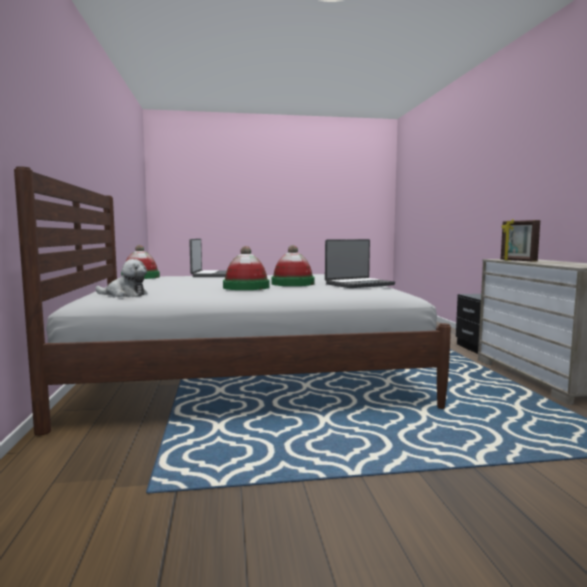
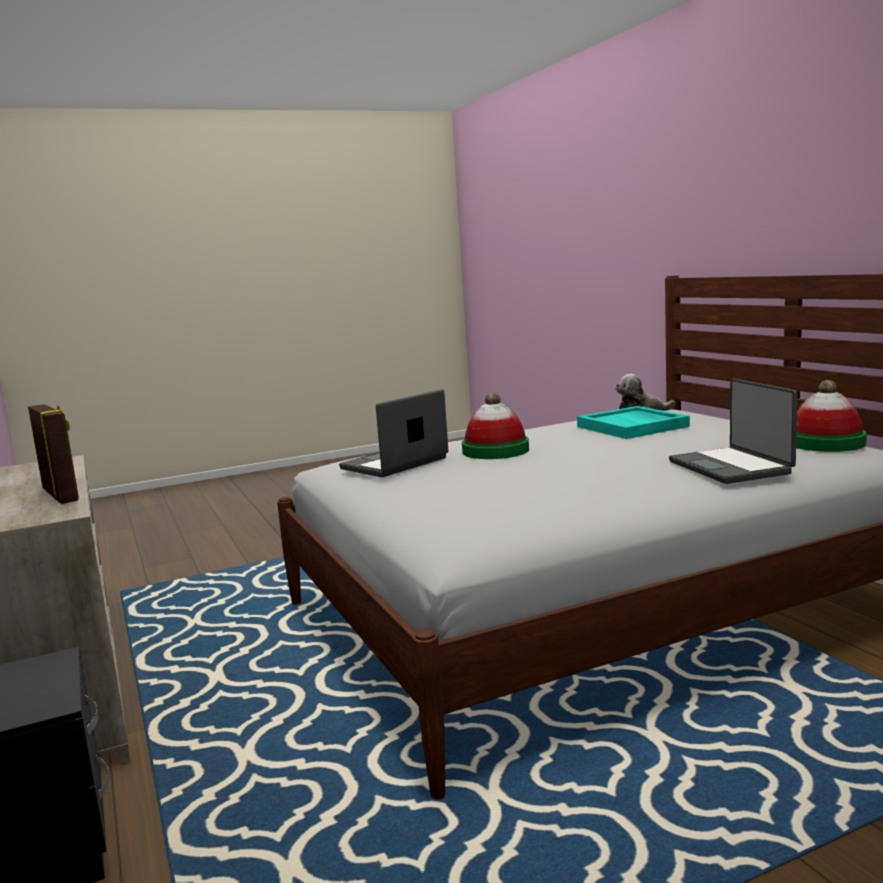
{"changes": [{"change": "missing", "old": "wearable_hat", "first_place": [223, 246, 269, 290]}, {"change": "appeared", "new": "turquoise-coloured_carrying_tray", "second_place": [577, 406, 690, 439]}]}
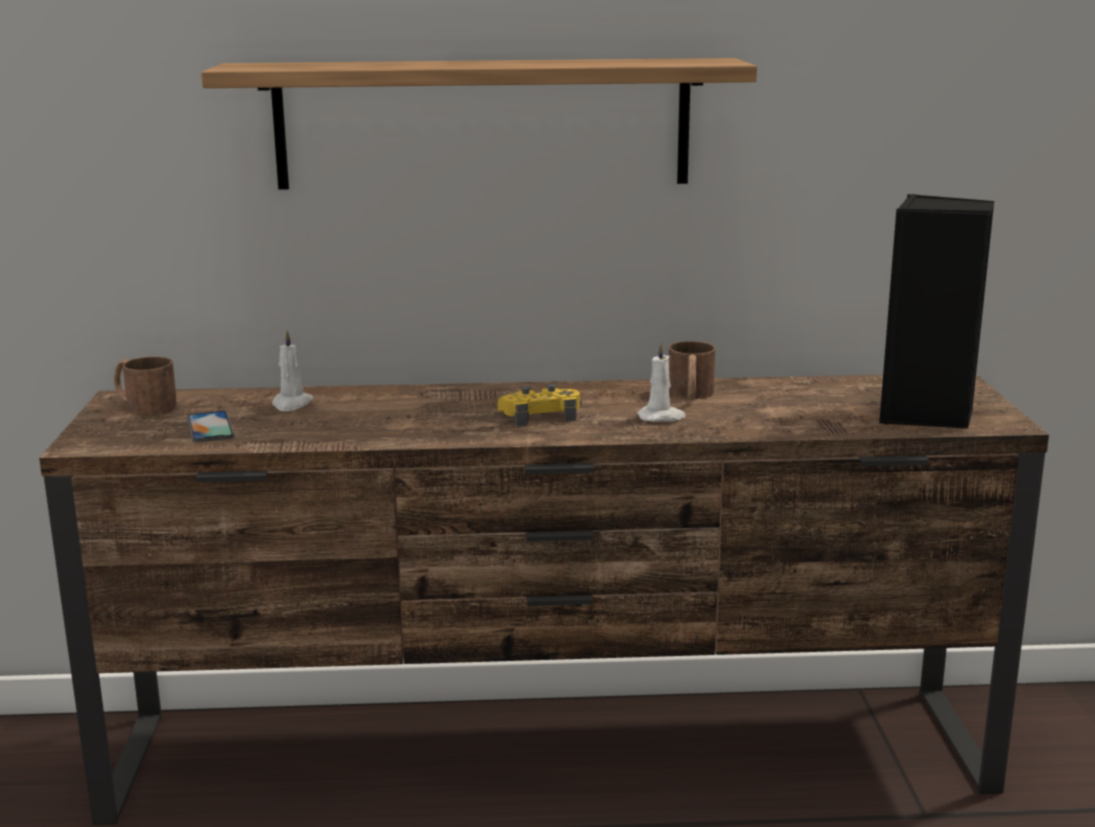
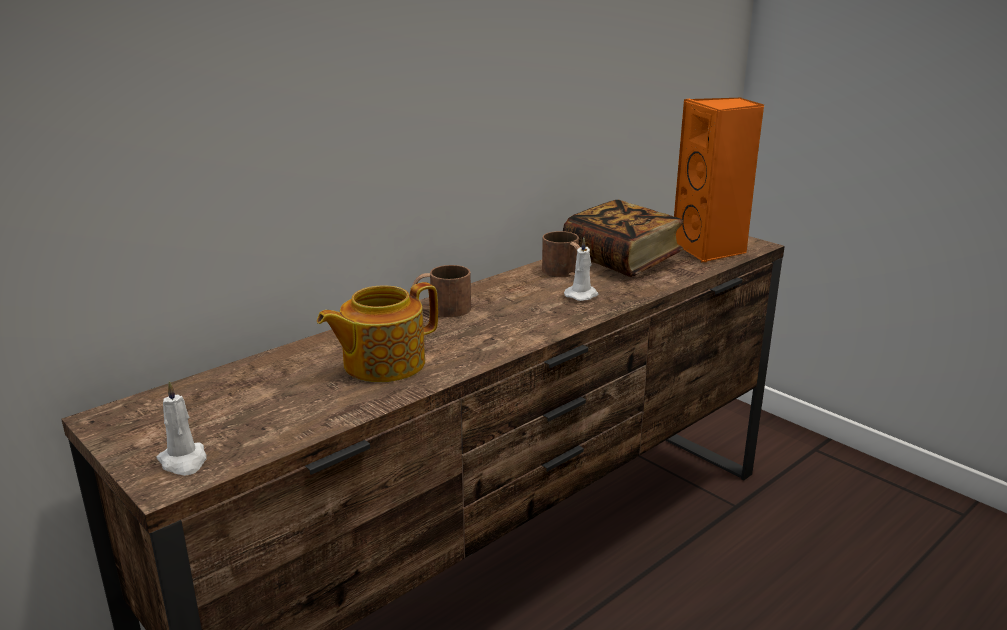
{"changes": [{"change": "relocated", "old": "brown_mug", "first_place": [114, 356, 177, 417], "second_place": [410, 265, 471, 317]}, {"change": "missing", "old": "phone", "first_place": [187, 411, 234, 442]}, {"change": "missing", "old": "bracket_shelf", "first_place": [201, 58, 757, 190]}, {"change": "relocated", "old": "whitish_candle", "first_place": [272, 330, 313, 411], "second_place": [156, 381, 207, 476]}, {"change": "missing", "old": "yellow-coloured_gamepad", "first_place": [498, 384, 580, 427]}, {"change": "colour", "old": "blackish_loudspeaker", "new": "orange-coloured_loudspeaker", "first_place": [879, 194, 995, 429], "second_place": [674, 98, 764, 263]}, {"change": "appeared", "new": "pot_for_tea", "second_place": [317, 282, 438, 382]}, {"change": "appeared", "new": "volume", "second_place": [563, 200, 683, 277]}]}
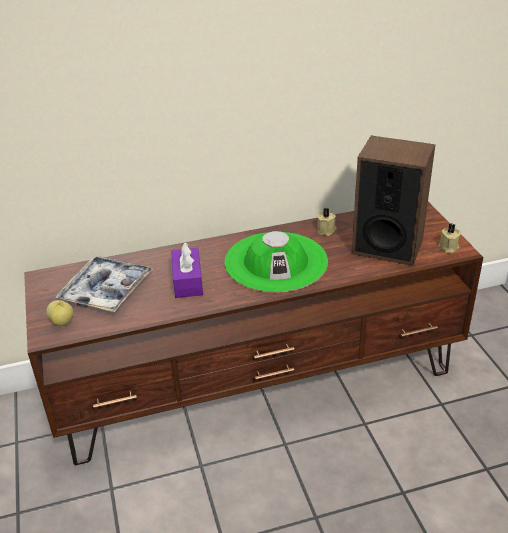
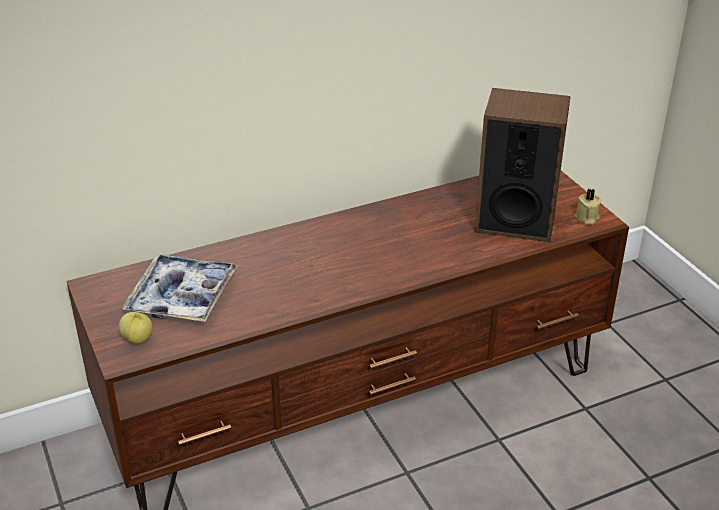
{"changes": [{"change": "missing", "old": "purplish_tissue_box", "first_place": [171, 243, 203, 298]}, {"change": "missing", "old": "green_wearable_hat", "first_place": [225, 231, 328, 293]}, {"change": "missing", "old": "sand-coloured_candle", "first_place": [317, 208, 337, 236]}]}
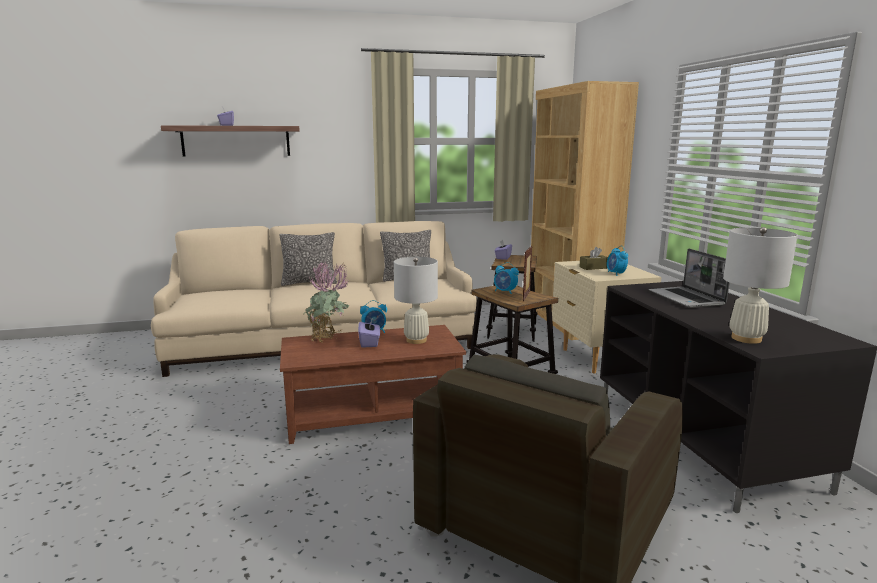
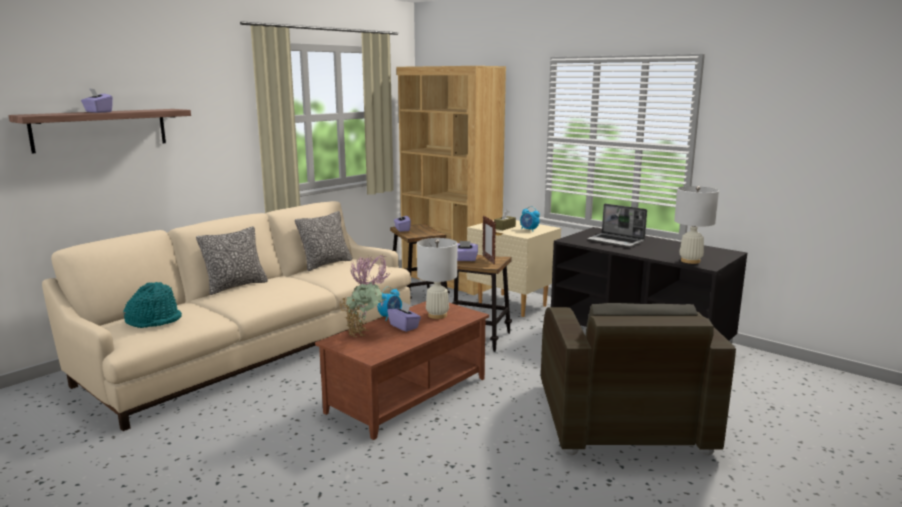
{"changes": [{"change": "exchanged", "old": "alarm_clock", "new": "purplish_tissue_box", "first_place": [494, 262, 519, 294], "second_place": [457, 241, 478, 261]}, {"change": "appeared", "new": "turquoise-coloured_wearable_hat", "second_place": [124, 282, 182, 328]}]}
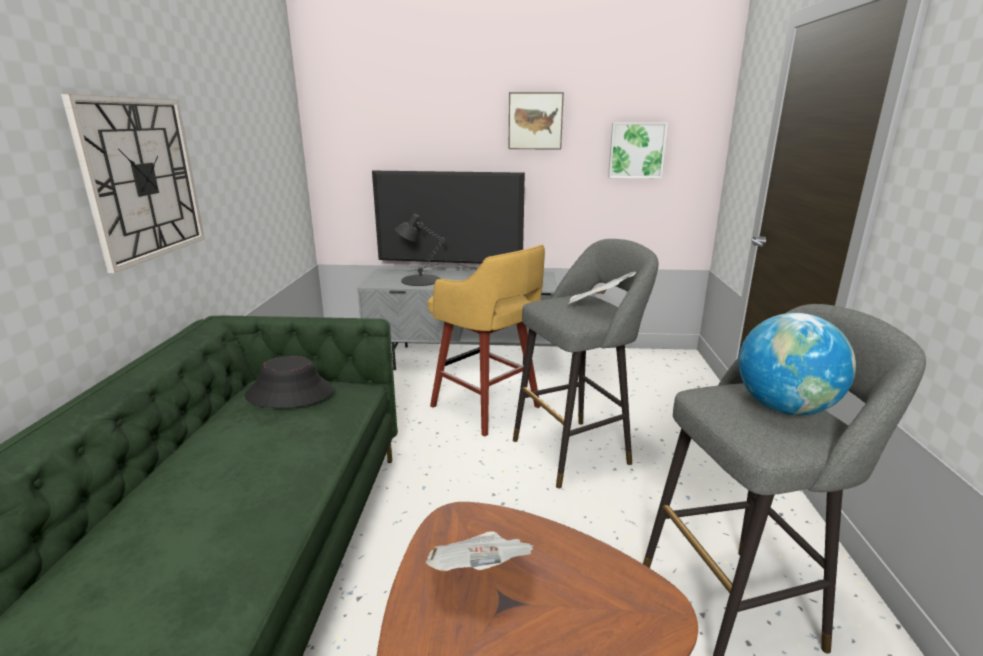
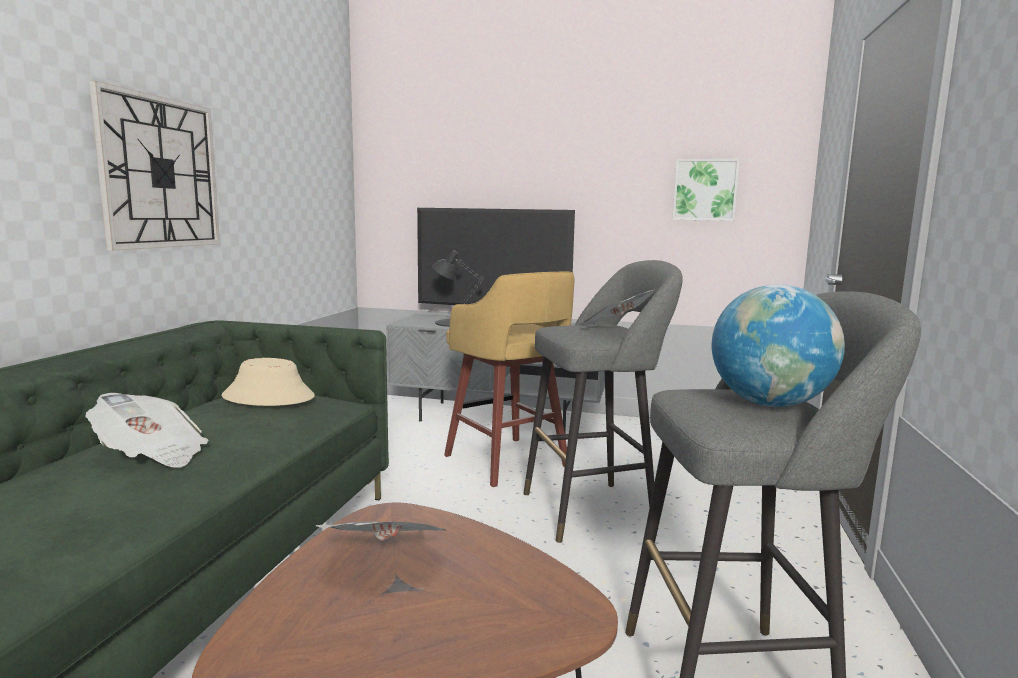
{"changes": [{"change": "colour", "old": "blackish_wearable_hat", "new": "sand-coloured_wearable_hat", "first_place": [245, 356, 333, 408], "second_place": [222, 358, 315, 406]}, {"change": "missing", "old": "wall_art", "first_place": [509, 92, 564, 149]}, {"change": "appeared", "new": "newspaper", "second_place": [86, 393, 209, 468]}]}
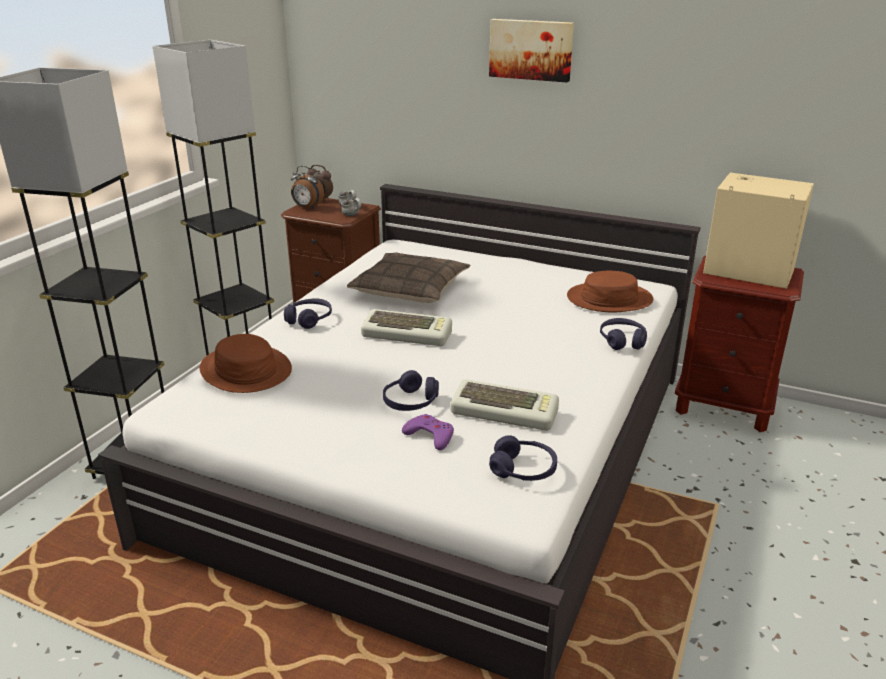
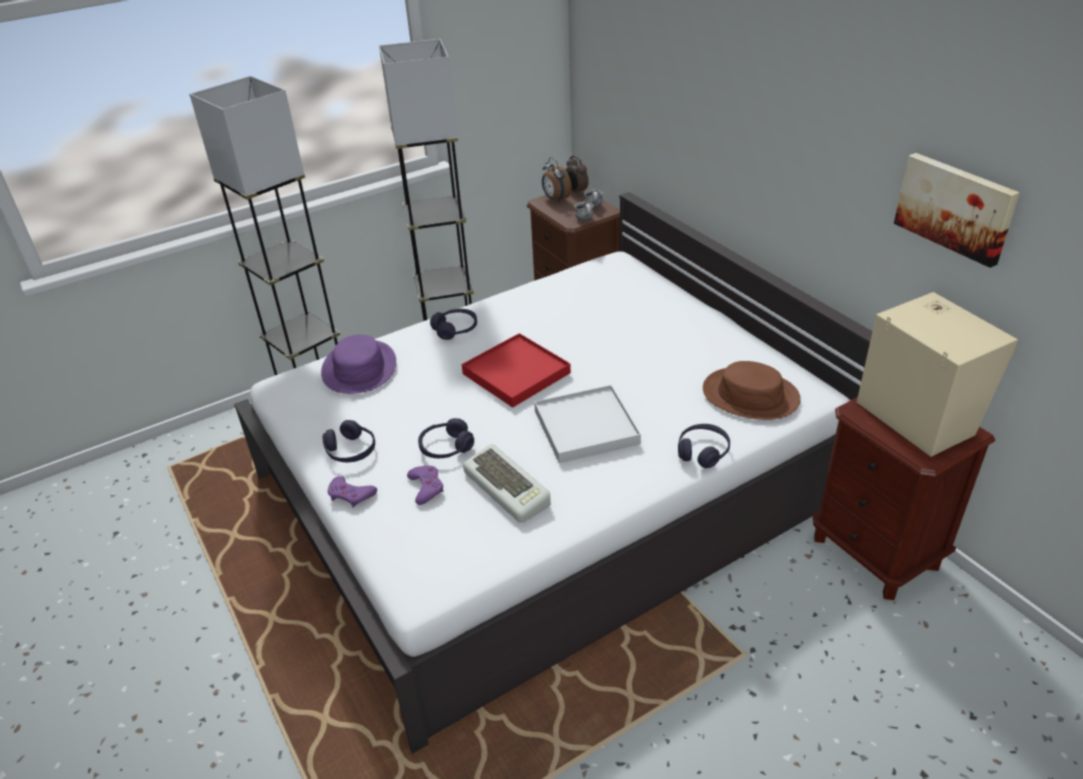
{"changes": [{"change": "colour", "old": "brown_wearable_hat", "new": "purplish_wearable_hat", "first_place": [200, 334, 292, 393], "second_place": [321, 334, 396, 394]}, {"change": "missing", "old": "pillow", "first_place": [347, 253, 470, 303]}, {"change": "exchanged", "old": "computer_keyboard", "new": "red-coloured_carrying_tray", "first_place": [361, 309, 452, 346], "second_place": [462, 333, 571, 408]}, {"change": "relocated", "old": "wall_art", "first_place": [489, 19, 574, 82], "second_place": [894, 153, 1020, 268]}, {"change": "relocated", "old": "purplish_pair_of_headphones", "first_place": [489, 435, 557, 481], "second_place": [322, 420, 375, 462]}, {"change": "appeared", "new": "purplish_gamepad", "second_place": [328, 476, 377, 508]}, {"change": "appeared", "new": "whitish_carrying_tray", "second_place": [534, 385, 641, 463]}]}
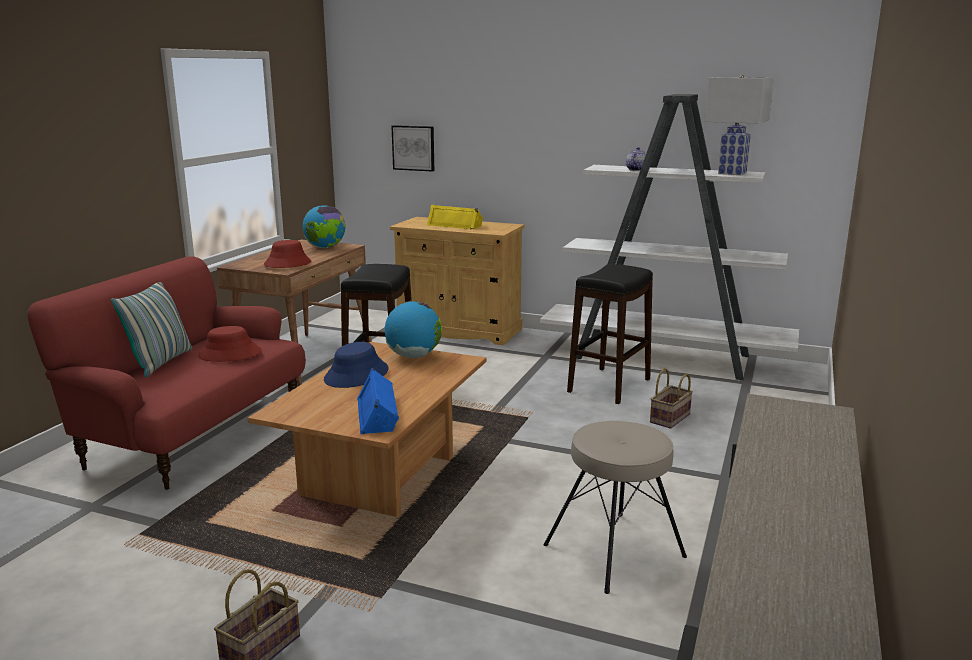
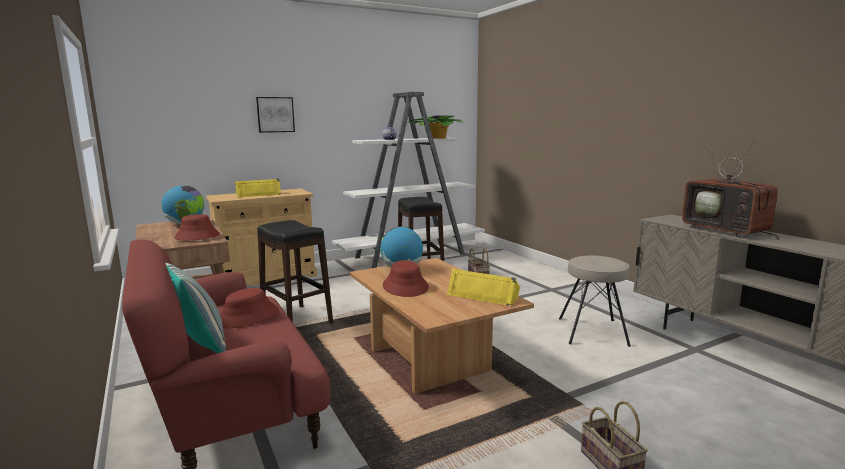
{"changes": [{"change": "colour", "old": "blue_wearable_hat", "new": "red-coloured_wearable_hat", "first_place": [324, 342, 389, 388], "second_place": [383, 260, 429, 297]}, {"change": "colour", "old": "blue_loudspeaker", "new": "yellow-coloured_loudspeaker", "first_place": [357, 368, 399, 434], "second_place": [447, 268, 520, 306]}, {"change": "relocated", "old": "wall_art", "first_place": [391, 125, 434, 172], "second_place": [256, 97, 295, 133]}, {"change": "exchanged", "old": "whitish_tabletop_lamp", "new": "plant_in_a_pot", "first_place": [705, 75, 774, 175], "second_place": [407, 115, 463, 138]}, {"change": "appeared", "new": "television", "second_place": [682, 140, 780, 240]}]}
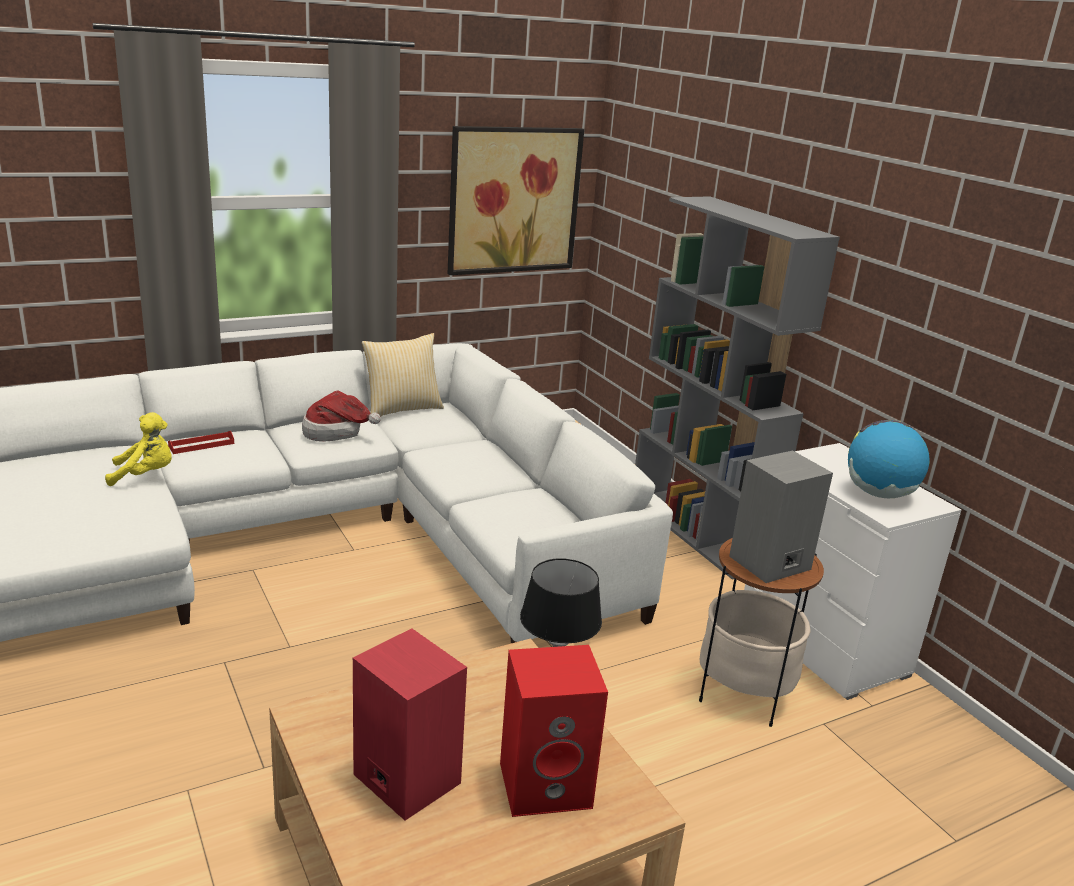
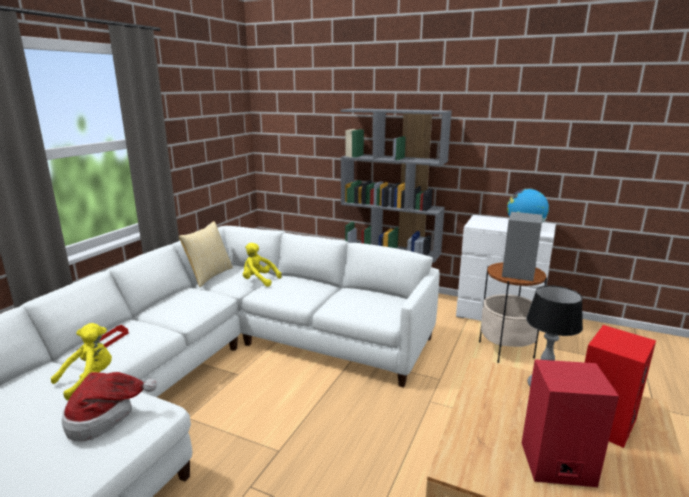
{"changes": [{"change": "relocated", "old": "wearable_hat", "first_place": [302, 390, 381, 441], "second_place": [62, 372, 157, 441]}, {"change": "missing", "old": "wall_art", "first_place": [448, 126, 584, 275]}, {"change": "appeared", "new": "yellow-coloured_soft_toy", "second_place": [243, 243, 282, 287]}]}
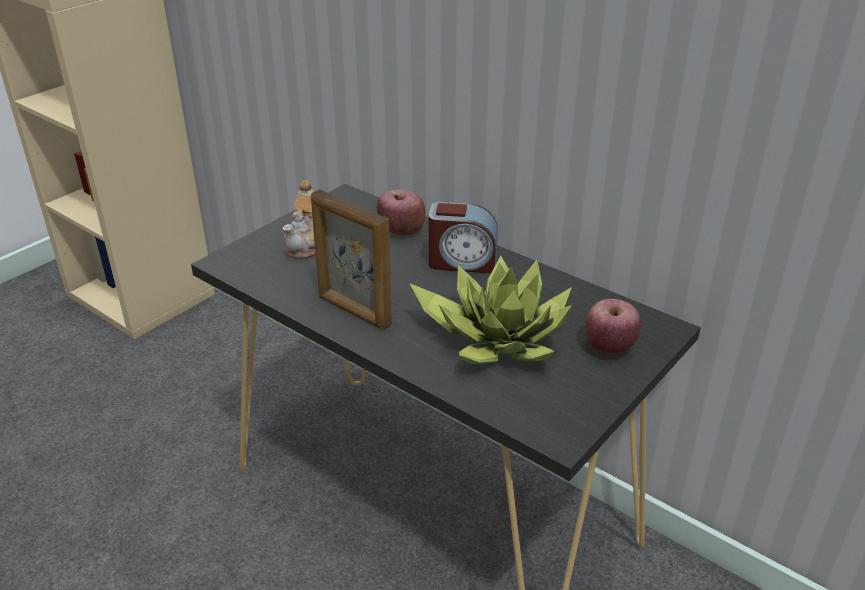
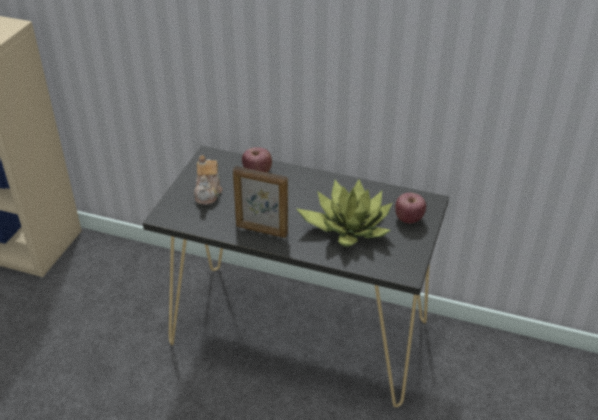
{"changes": [{"change": "missing", "old": "alarm_clock", "first_place": [429, 202, 498, 273]}]}
